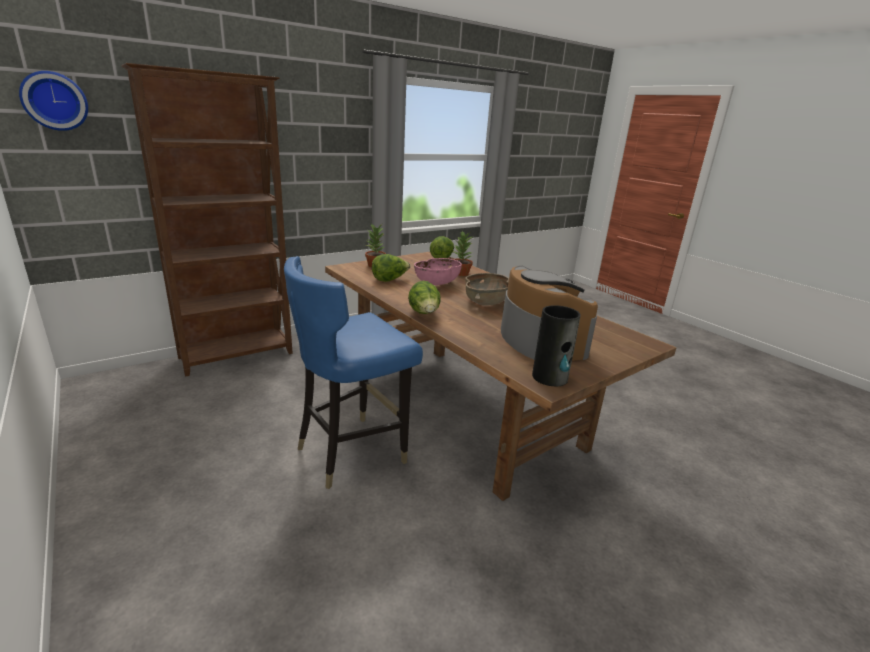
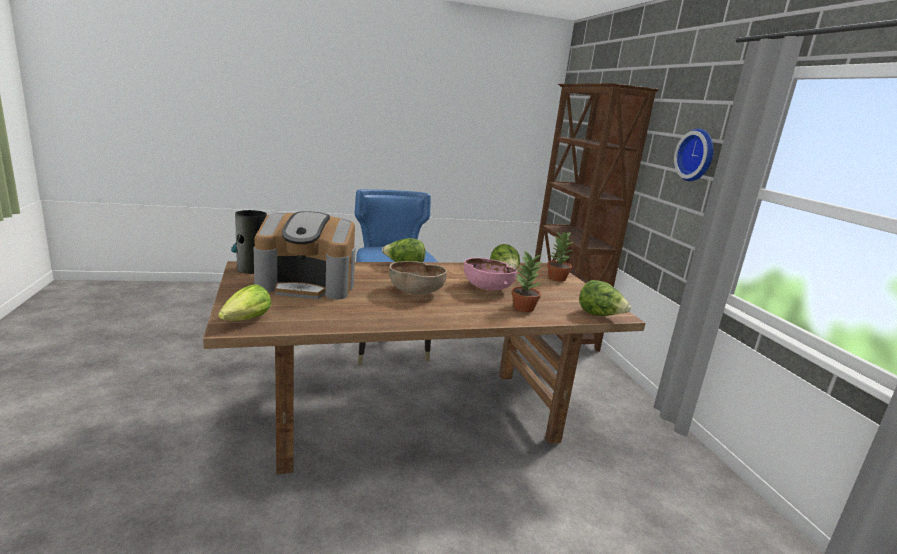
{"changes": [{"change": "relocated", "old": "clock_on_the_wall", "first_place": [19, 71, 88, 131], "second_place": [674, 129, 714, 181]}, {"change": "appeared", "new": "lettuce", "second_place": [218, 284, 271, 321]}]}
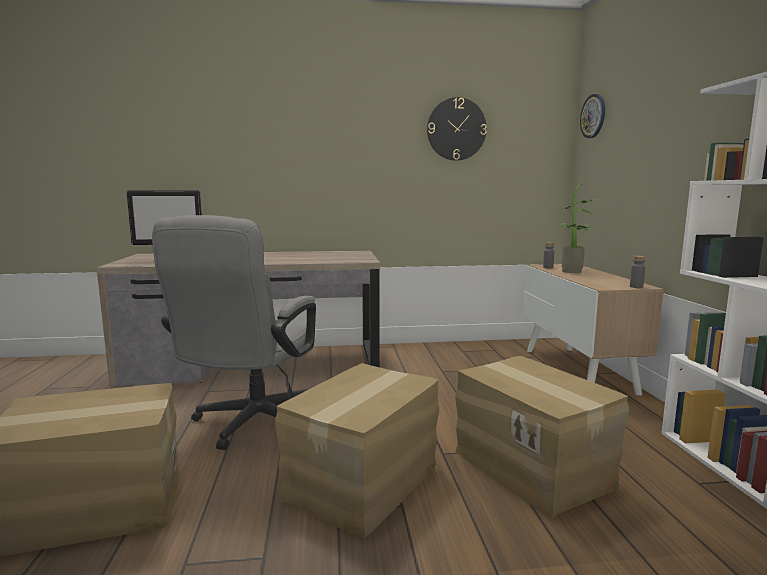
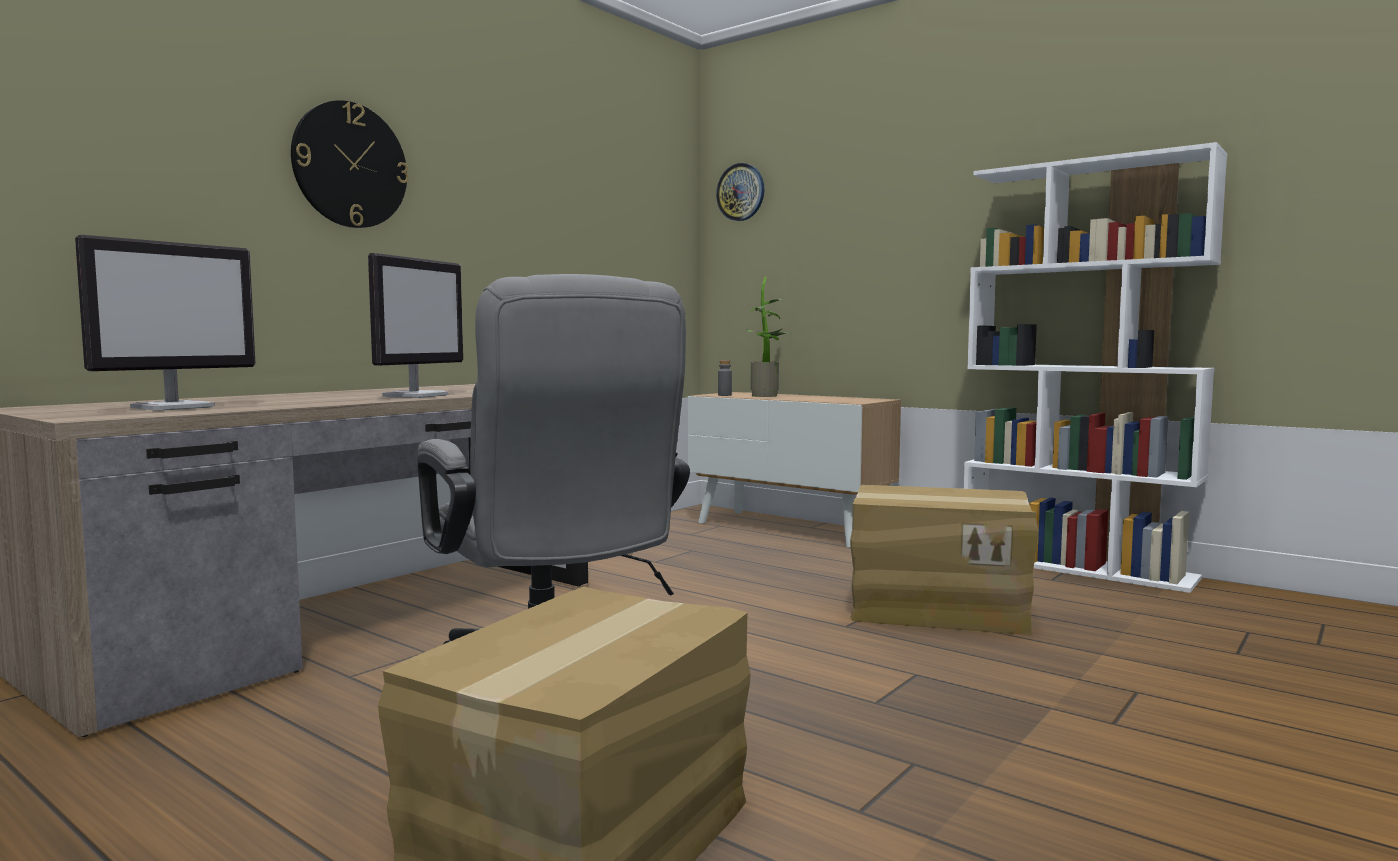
{"changes": [{"change": "missing", "old": "cardboard_box", "first_place": [275, 363, 439, 538]}, {"change": "relocated", "old": "clock_on_the_wall", "first_place": [427, 97, 487, 161], "second_place": [291, 100, 409, 228]}, {"change": "missing", "old": "gray_beverage_bottle", "first_place": [630, 256, 645, 288]}, {"change": "appeared", "new": "computer_display", "second_place": [368, 253, 463, 398]}]}
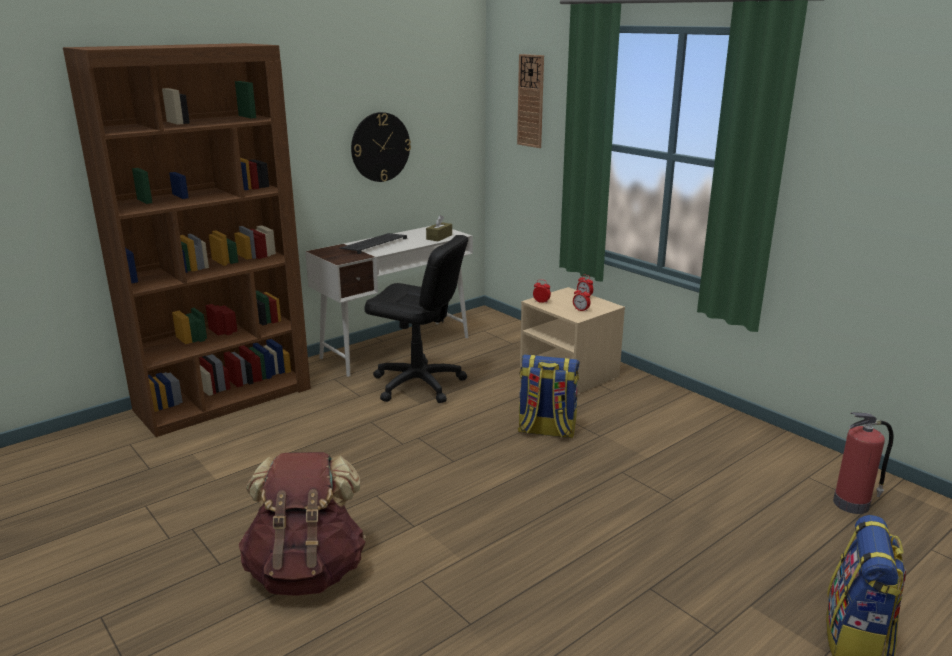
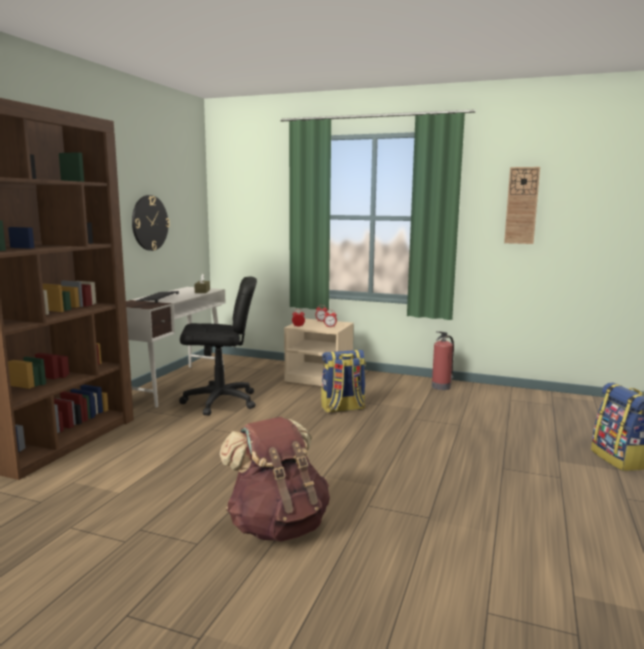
{"changes": [{"change": "relocated", "old": "clock_on_the_wall", "first_place": [517, 54, 544, 148], "second_place": [504, 167, 540, 244]}, {"change": "relocated", "old": "fire_extinguisher", "first_place": [833, 412, 893, 514], "second_place": [432, 331, 454, 390]}]}
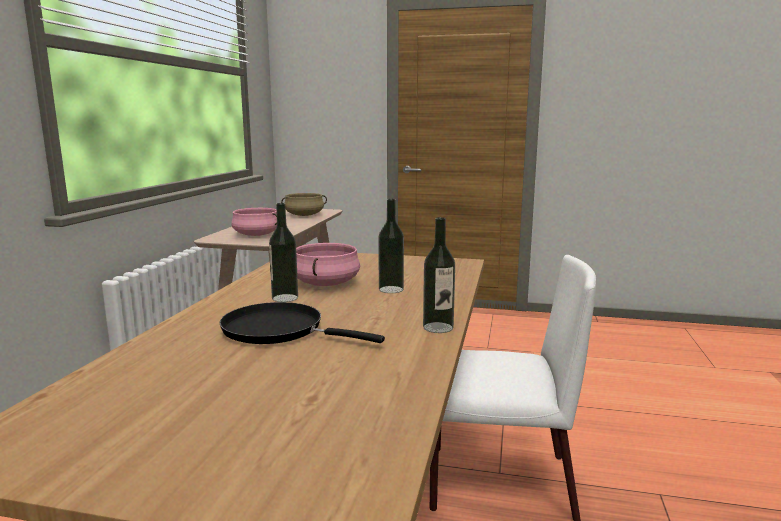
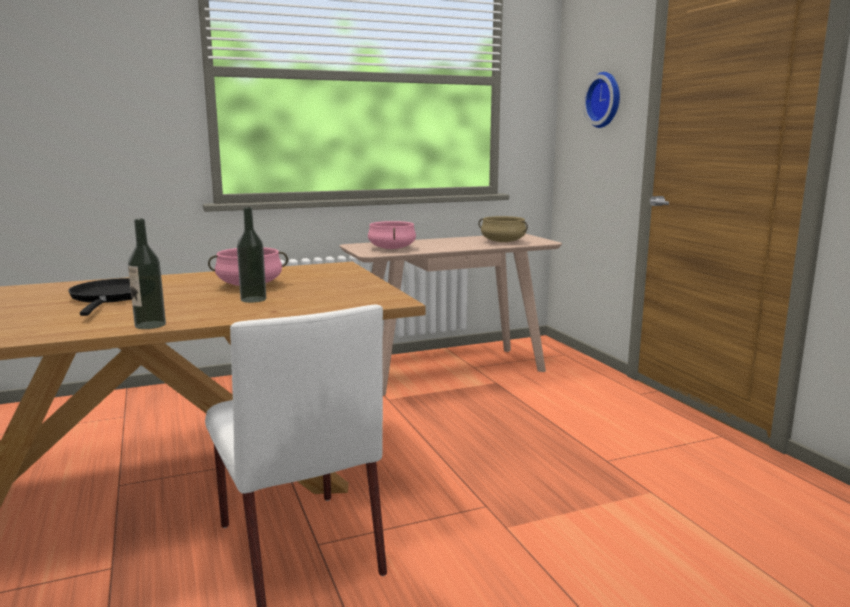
{"changes": [{"change": "missing", "old": "beverage_bottle", "first_place": [269, 203, 298, 302]}, {"change": "appeared", "new": "clock_on_the_wall", "second_place": [583, 72, 620, 128]}]}
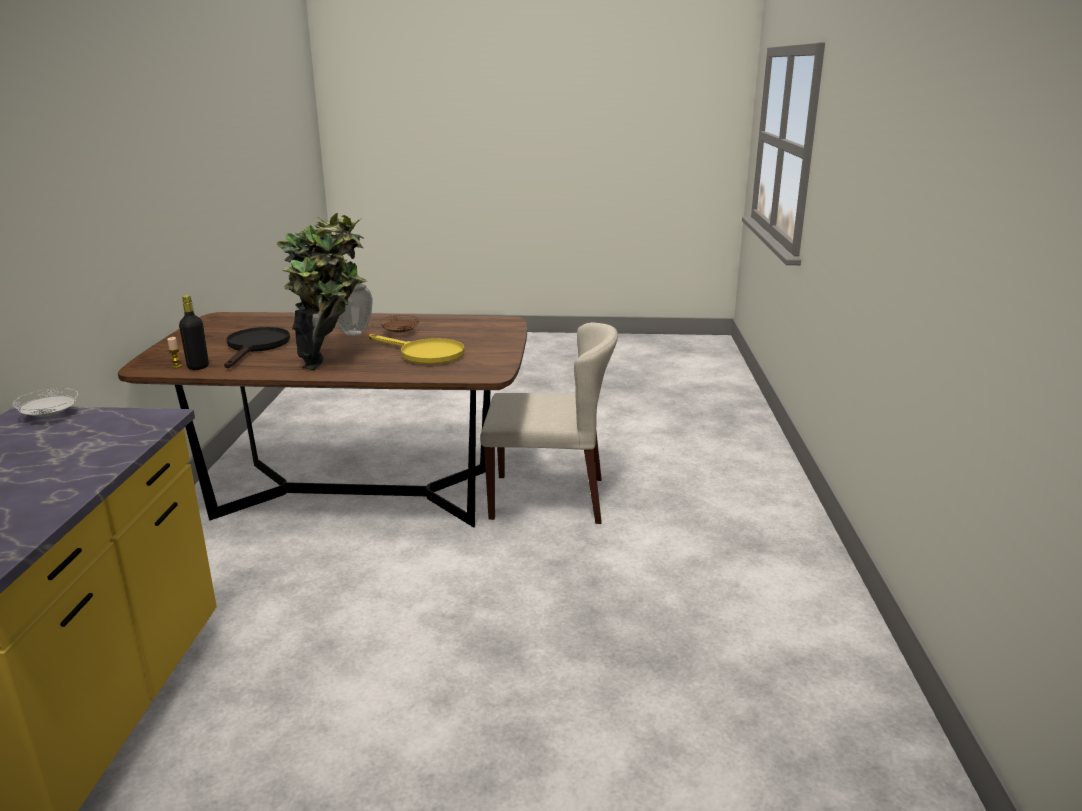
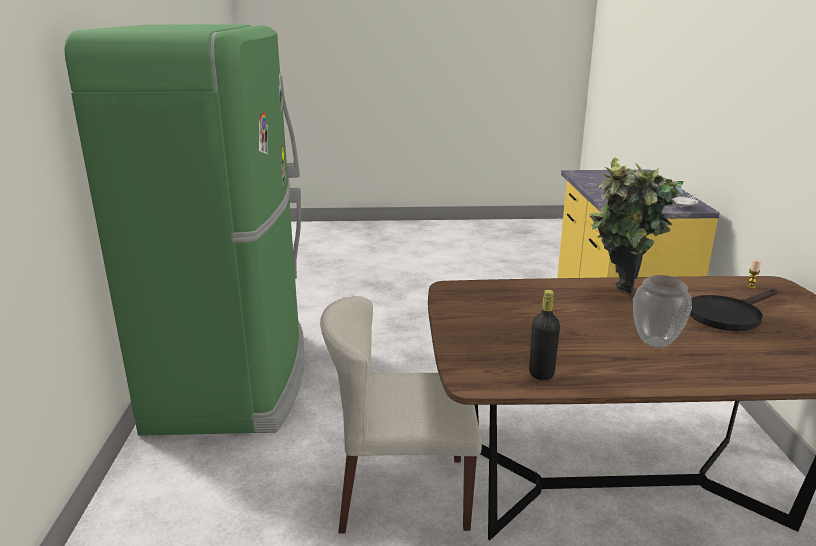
{"changes": [{"change": "relocated", "old": "blackish_beverage_bottle", "first_place": [179, 295, 209, 370], "second_place": [529, 290, 560, 380]}, {"change": "spun", "old": "blackish_frying_pan", "first_place": [224, 327, 290, 368], "second_place": [690, 289, 778, 331], "degrees": 60}, {"change": "missing", "old": "yellow-coloured_frying_pan", "first_place": [369, 334, 465, 365]}, {"change": "missing", "old": "brown_plate", "first_place": [380, 315, 419, 333]}, {"change": "appeared", "new": "green_kitchen_fridge", "second_place": [64, 25, 305, 436]}]}
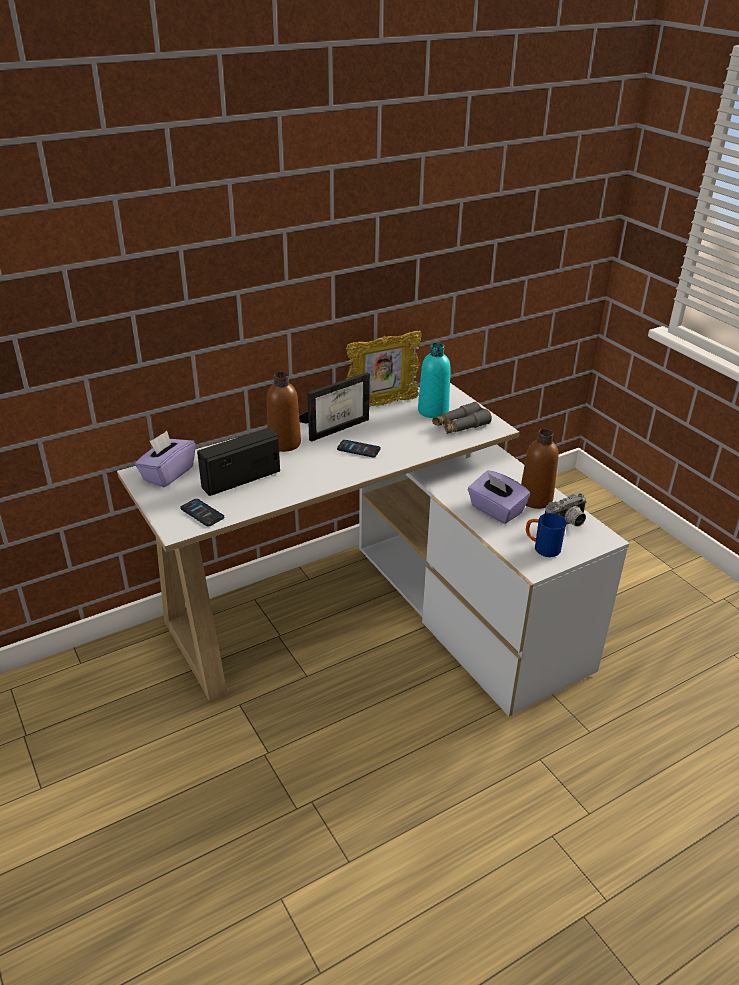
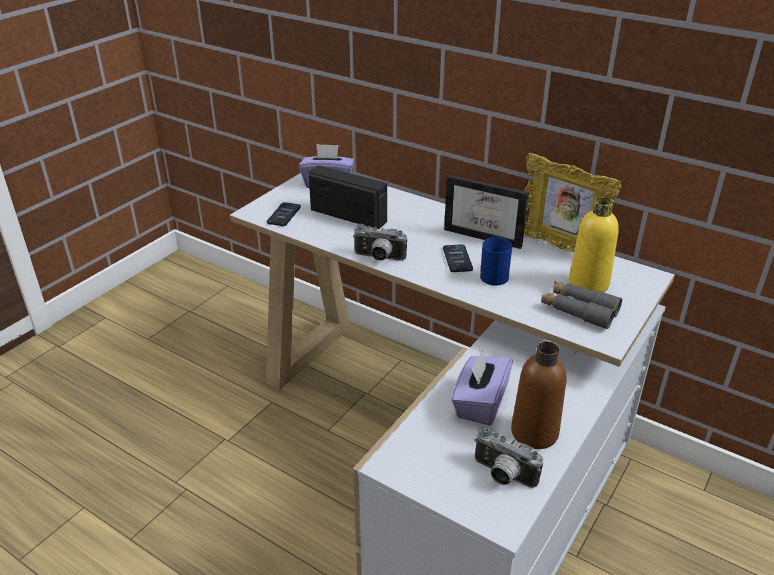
{"changes": [{"change": "missing", "old": "brown_beverage_bottle", "first_place": [267, 372, 301, 452]}, {"change": "colour", "old": "turquoise-coloured_beverage_bottle", "new": "yellow-coloured_beverage_bottle", "first_place": [418, 343, 451, 418], "second_place": [569, 197, 619, 292]}, {"change": "relocated", "old": "blue_mug", "first_place": [526, 513, 567, 557], "second_place": [480, 237, 512, 286]}, {"change": "appeared", "new": "still_camera", "second_place": [353, 224, 407, 261]}]}
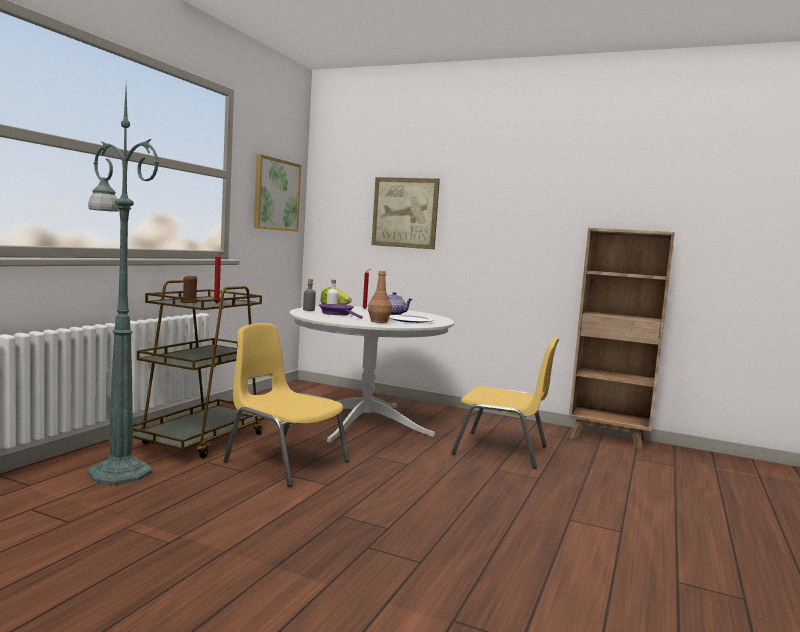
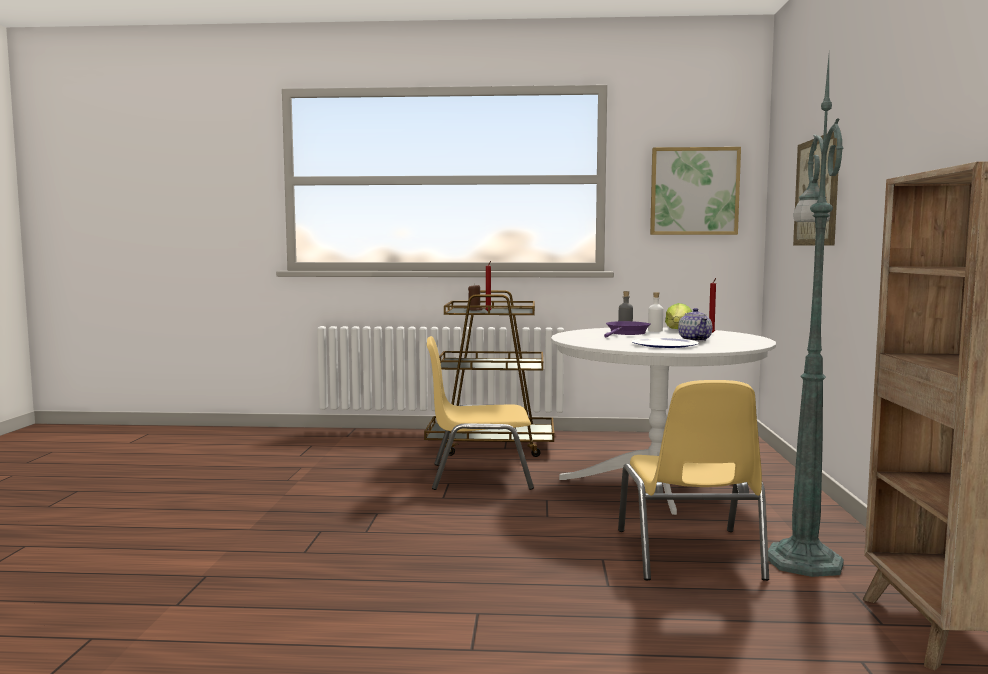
{"changes": [{"change": "relocated", "old": "green_floor_lamp", "first_place": [88, 89, 159, 485], "second_place": [768, 56, 844, 577]}, {"change": "spun", "old": "yellow-coloured_chair", "first_place": [223, 323, 349, 487], "second_place": [427, 336, 534, 490], "degrees": -105}, {"change": "missing", "old": "brown_beverage_bottle", "first_place": [368, 271, 392, 323]}]}
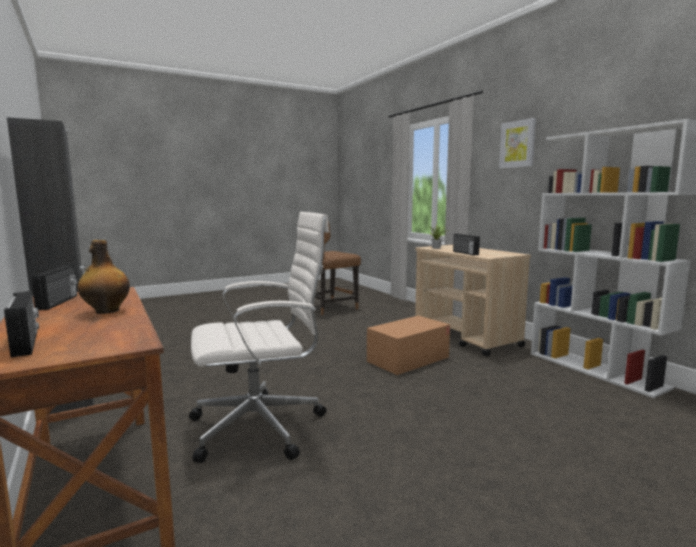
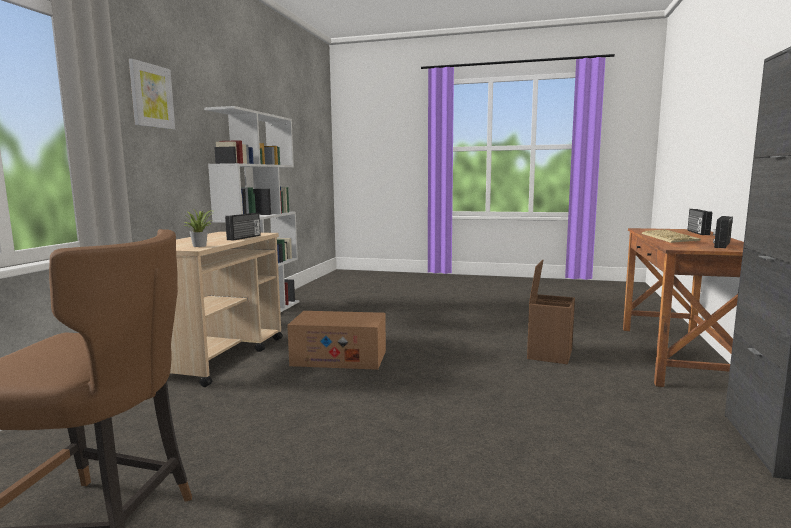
{"changes": [{"change": "exchanged", "old": "beverage_bottle", "new": "computer_keyboard", "first_place": [78, 240, 130, 314], "second_place": [642, 229, 701, 243]}, {"change": "exchanged", "old": "whitish_desk_chair", "new": "brown_storage_bin", "first_place": [189, 212, 329, 463], "second_place": [527, 259, 575, 364]}]}
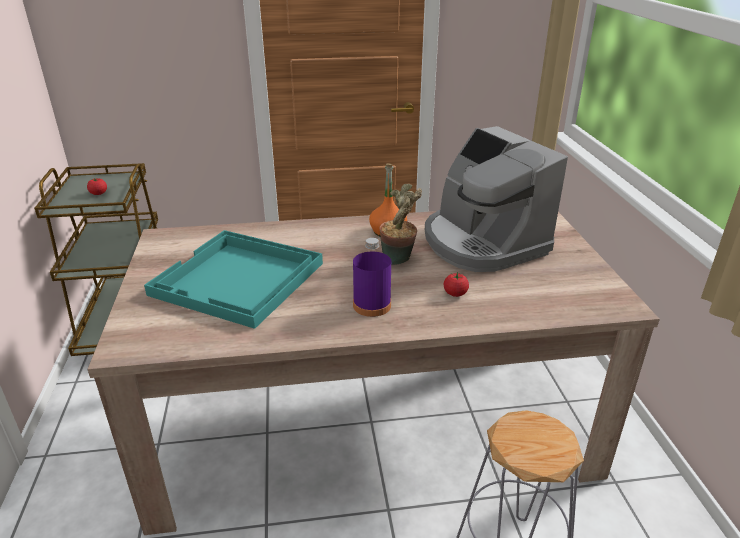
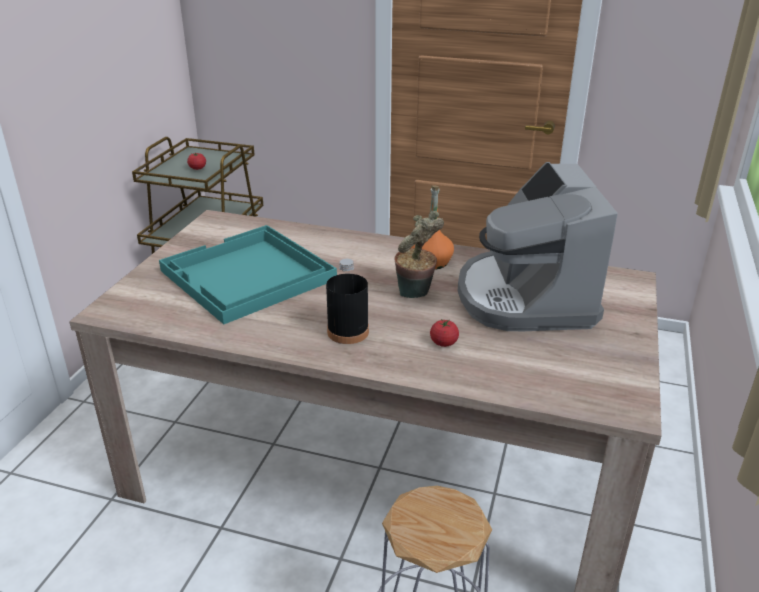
{"changes": [{"change": "colour", "old": "purplish_beverage_bottle", "new": "blackish_beverage_bottle", "first_place": [353, 238, 391, 317], "second_place": [326, 259, 369, 344]}]}
